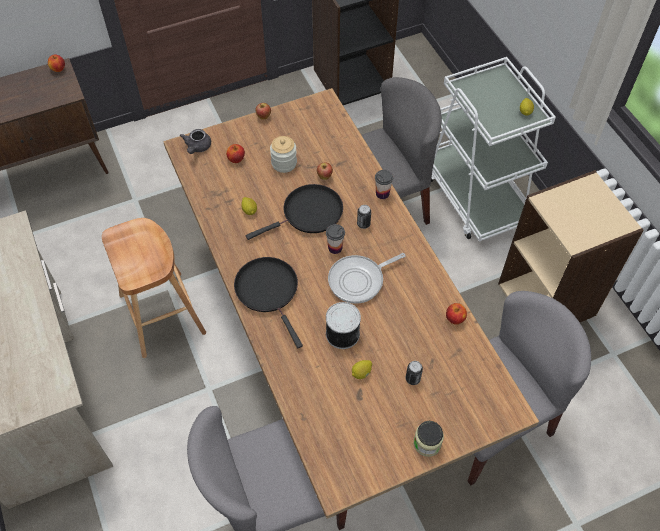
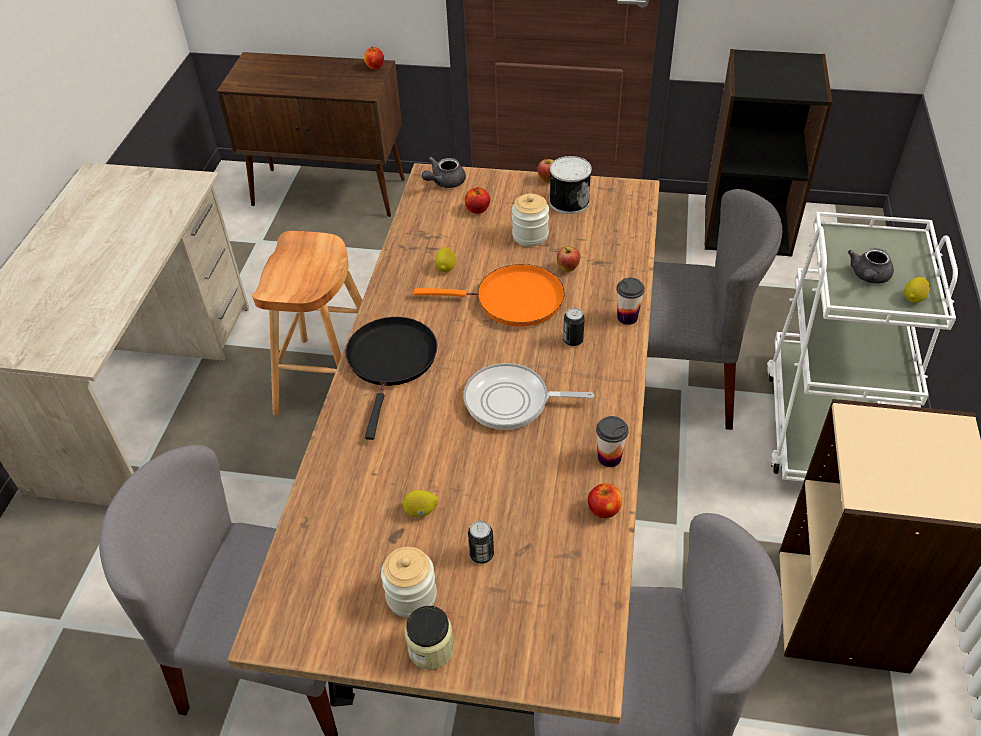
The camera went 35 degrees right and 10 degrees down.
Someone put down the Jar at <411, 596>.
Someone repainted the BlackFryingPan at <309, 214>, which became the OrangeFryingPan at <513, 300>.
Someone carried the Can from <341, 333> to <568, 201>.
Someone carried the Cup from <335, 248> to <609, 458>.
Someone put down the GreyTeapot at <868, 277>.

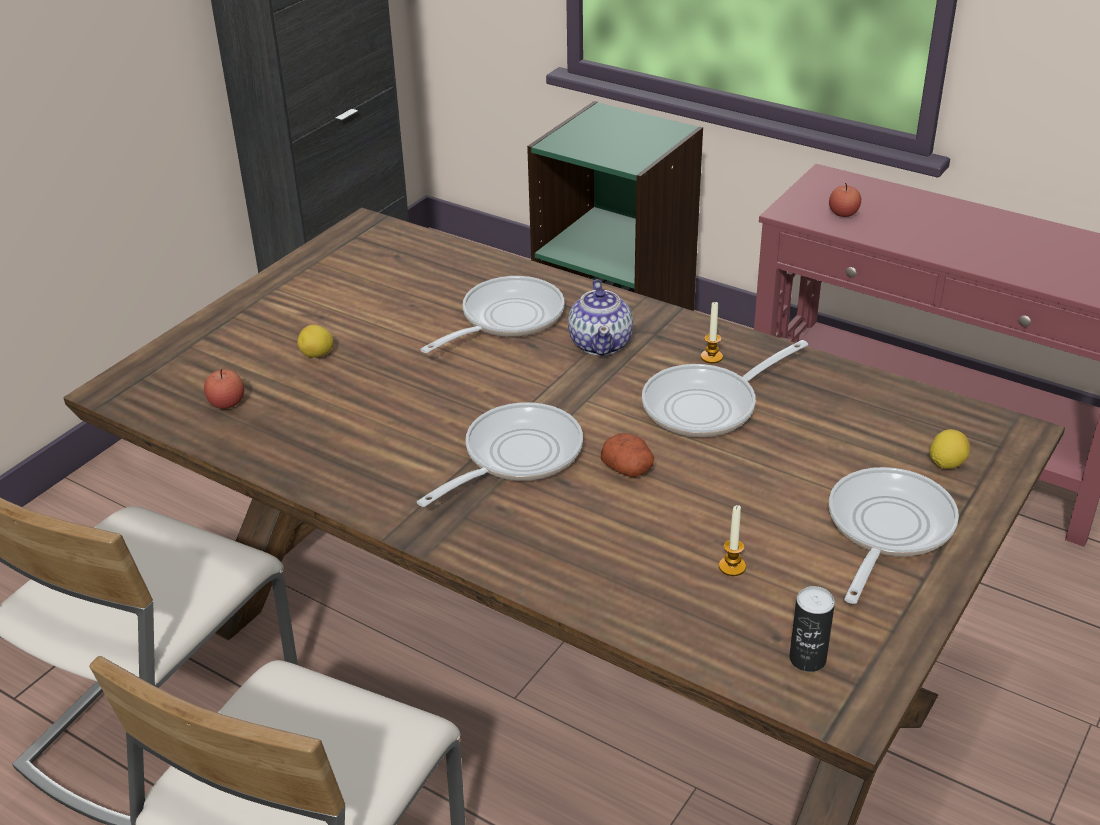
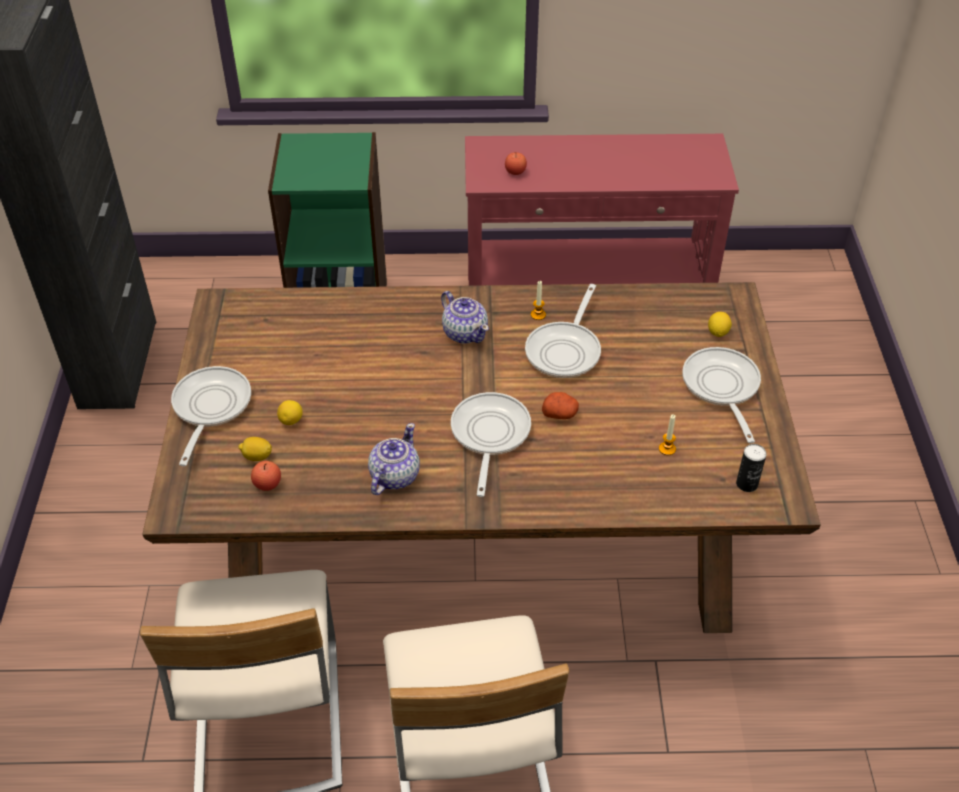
The camera went 35 degrees left and 10 degrees up.
Someone carried the FryingPan from <506, 319> to <210, 408>.
Someone put down the Lemon at <257, 456>.
Someone put down the Teapot at <394, 476>.

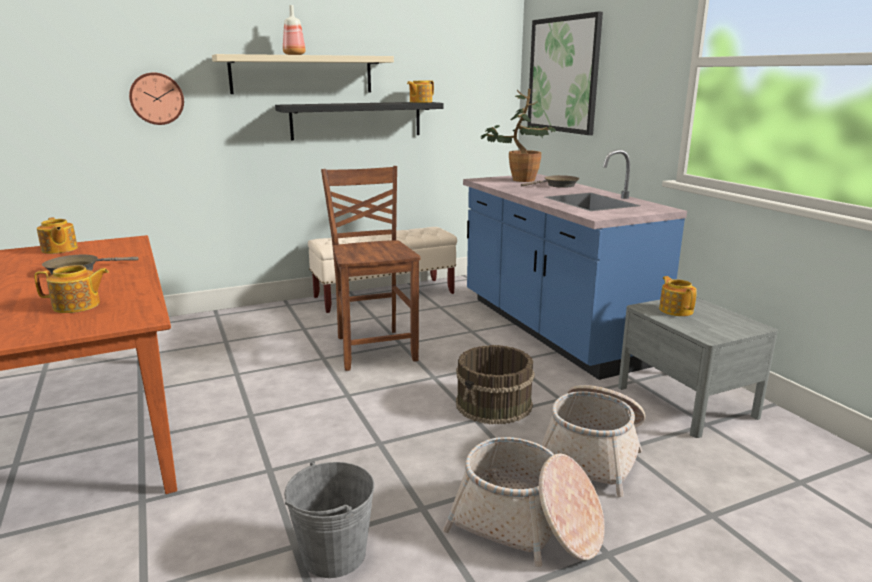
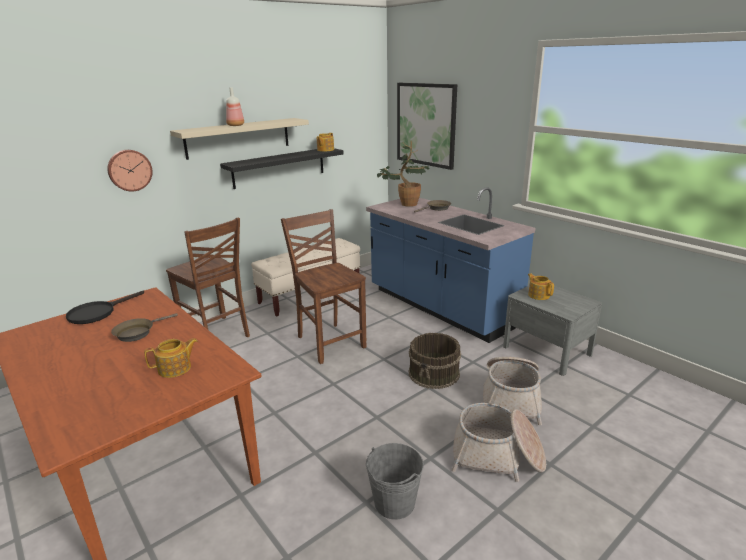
The camera went 15 degrees left and 5 degrees up.
Someone swapped the Teapot at <59, 249> for the BlackFryingPan at <97, 313>.
Someone put down the BrownChair at <216, 335>.

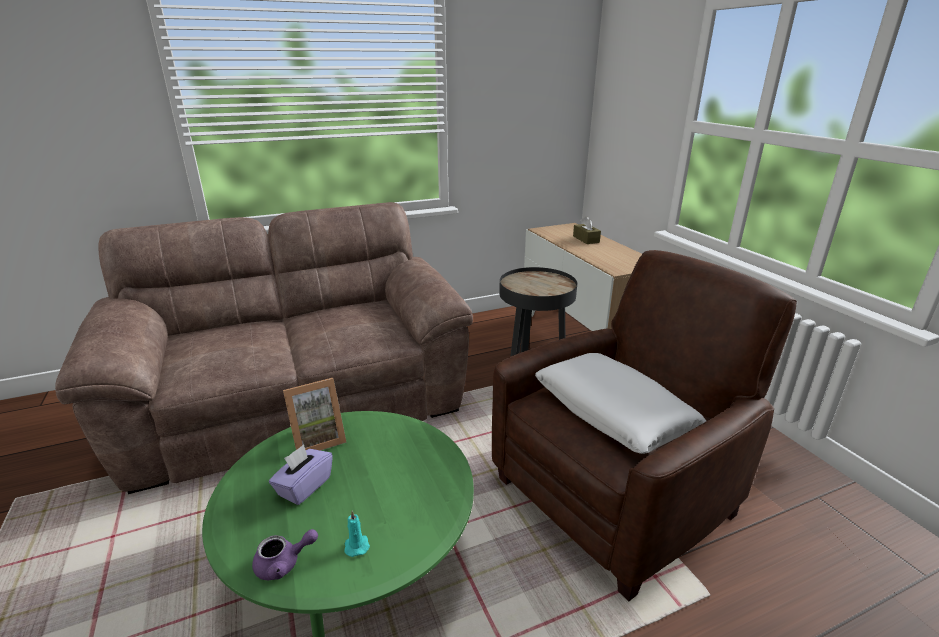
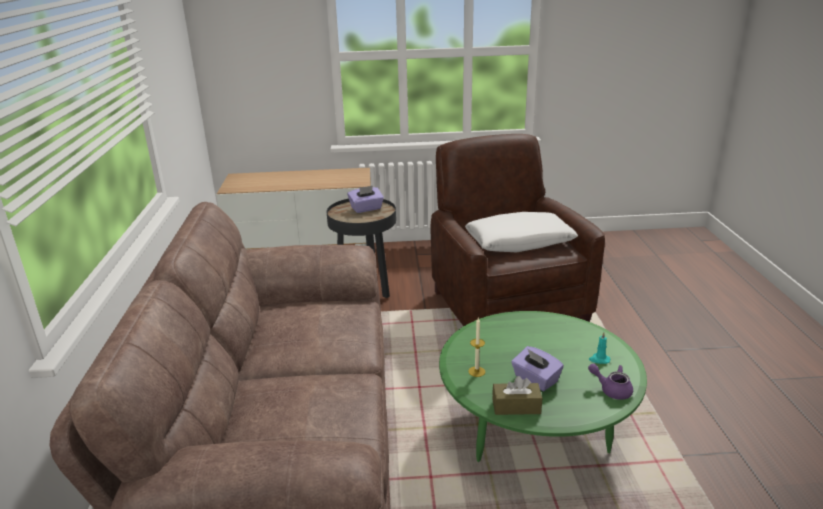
The camera went 70 degrees left and 0 degrees up.
Someone put down the PurpleTissueBox at <366, 209>.
Someone swapped the PictureFrame at <317, 439> for the Candle at <476, 371>.
Someone carried the BrownTissueBox from <586, 239> to <516, 406>.
Someone rotated the PurpleTeapot at <284, 564> by 60 degrees counterclockwise.

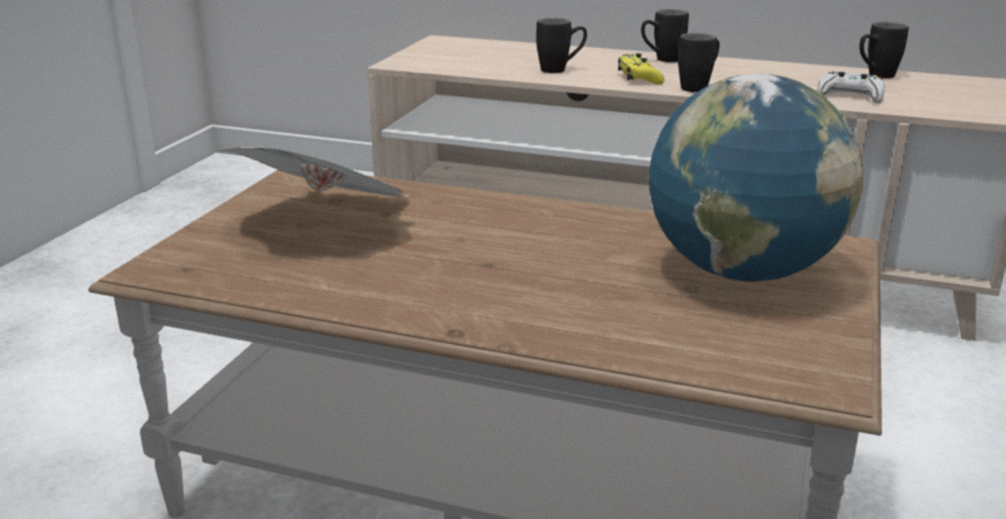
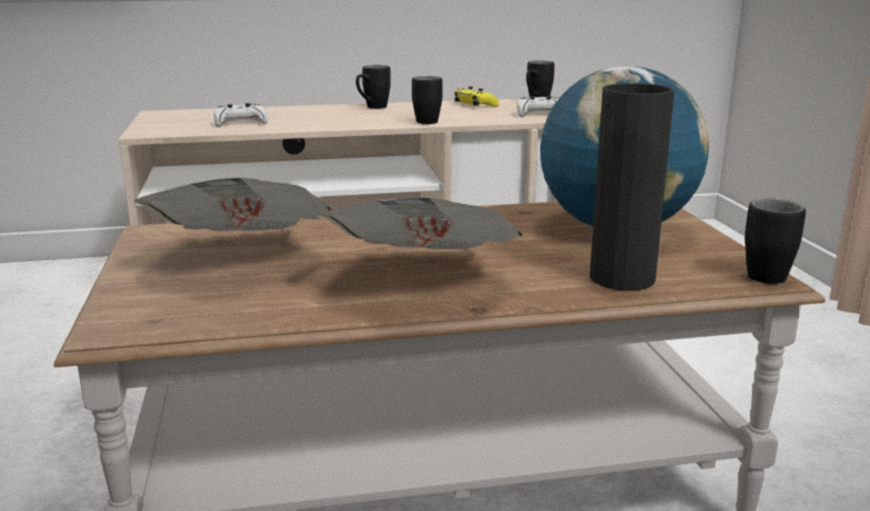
The camera went 30 degrees left and 5 degrees down.
Someone put down the WhiteGameController at <240, 123>.
Someone put down the Newspaper at <425, 280>.
Someone carried the YellowGameController from <639, 78> to <475, 105>.
Someone put down the BlackVase at <622, 278>.
Someone carried the BlackMug from <561, 70> to <773, 274>.

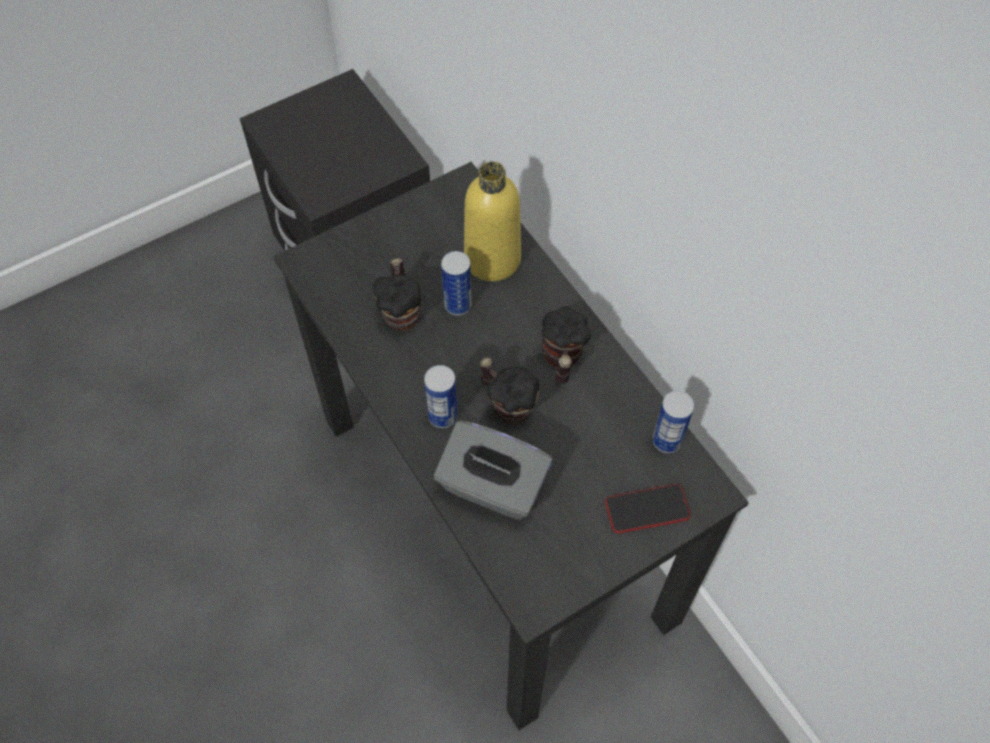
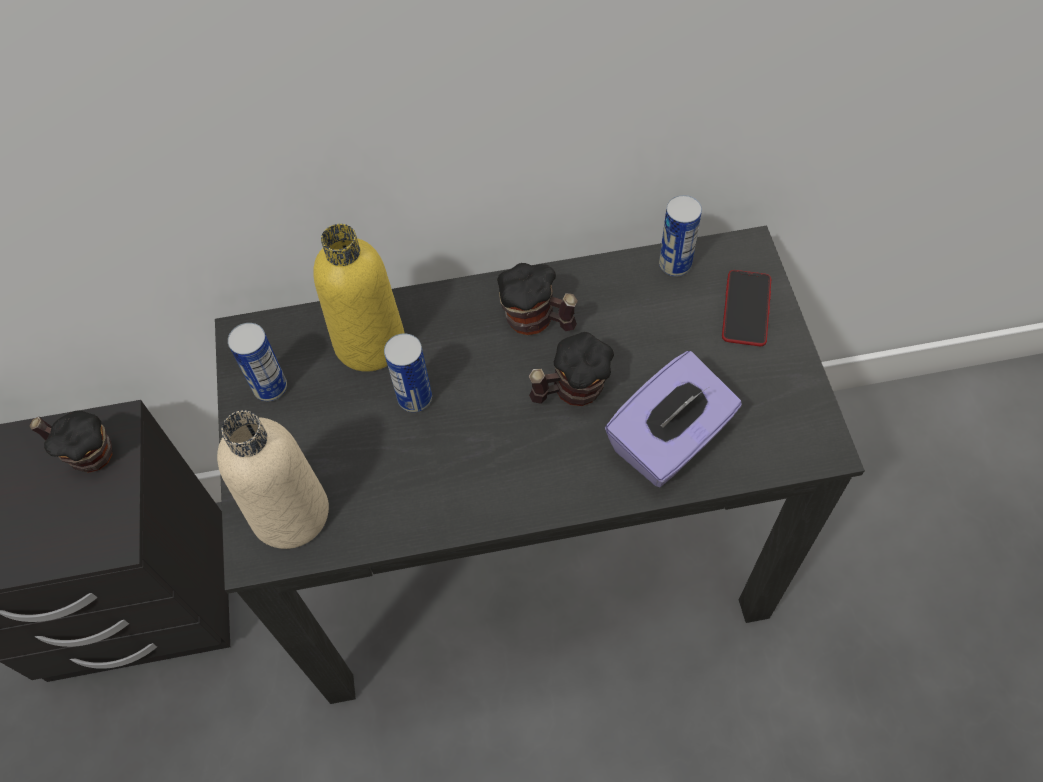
The camera went 65 degrees left and 0 degrees up.
Someone carried the Mug from <401, 310> to <86, 453>.
Someone put down the BeigeBottle at <290, 513>.
Someone carried the Can from <443, 416> to <270, 387>.
Someone repainted the GreyTissueBox at <492, 487>, which became the PurpleTissueBox at <669, 441>.

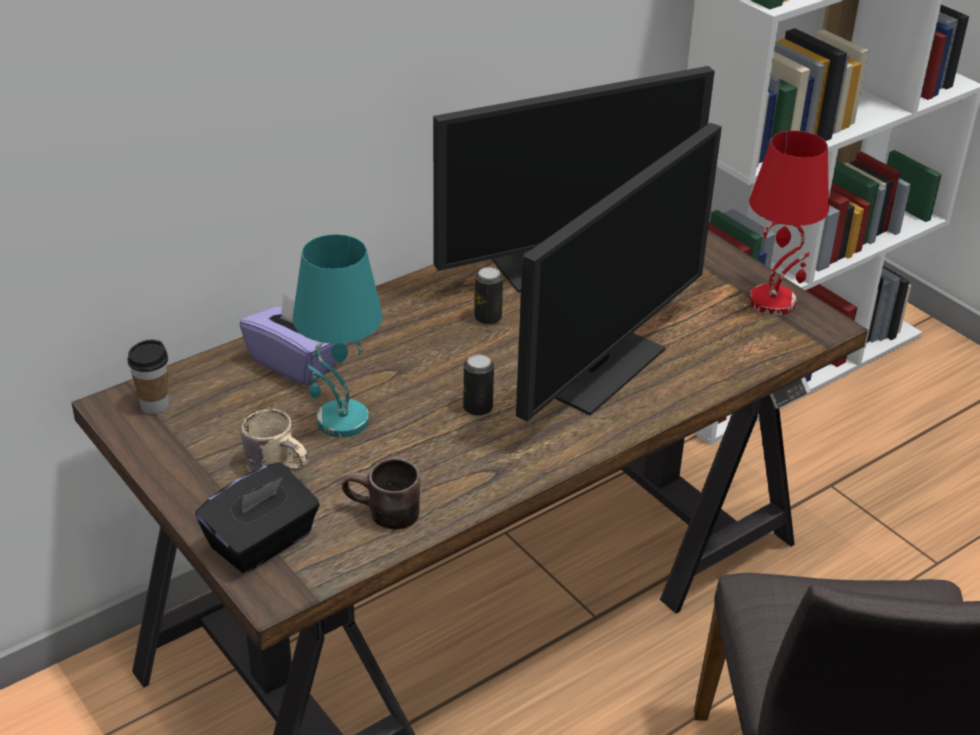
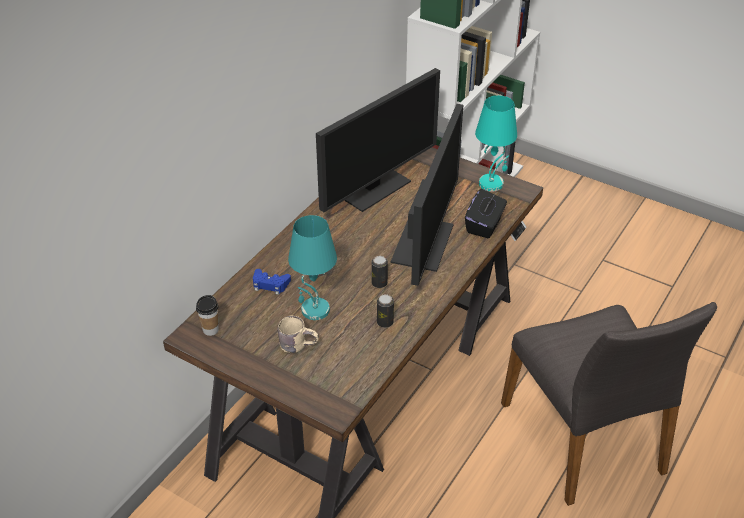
The camera went 20 degrees left and 5 degrees up.
Someone swapped the PurpleTissueBox at <295, 363> for the BlueGameController at <270, 284>.
Someone carried the Can from <488, 318> to <385, 322>.
Someone carried the BlackTissueBox from <262, 543> to <484, 225>.
Someone repainted the RedTableLamp at <773, 301>, which became the TurquoiseTableLamp at <491, 183>.
Someone took away the BrownMug at <383, 516>.

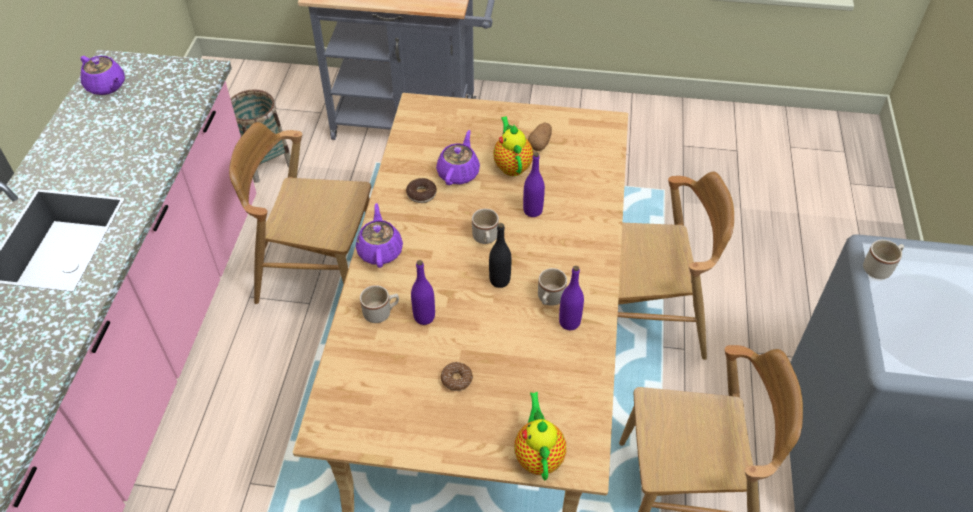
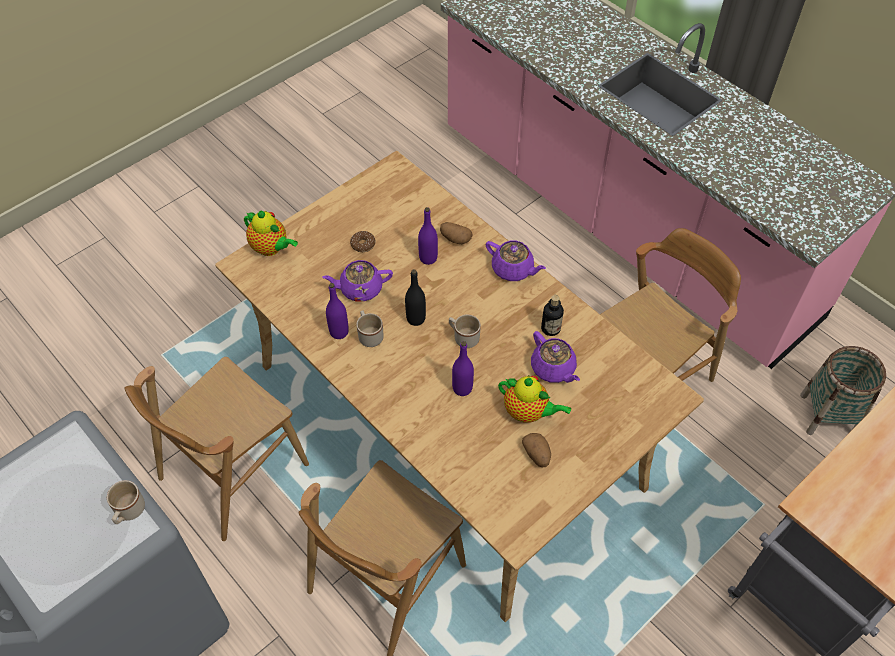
The camera went 130 degrees right and 5 degrees up.
Someone carried the PurpleTeapot from <106, 86> to <360, 289>.
Someone swapped the BeigeMug at <381, 313> for the Potato at <455, 239>.
Someone swapped the Donut at <421, 194> for the Bottle at <550, 328>.

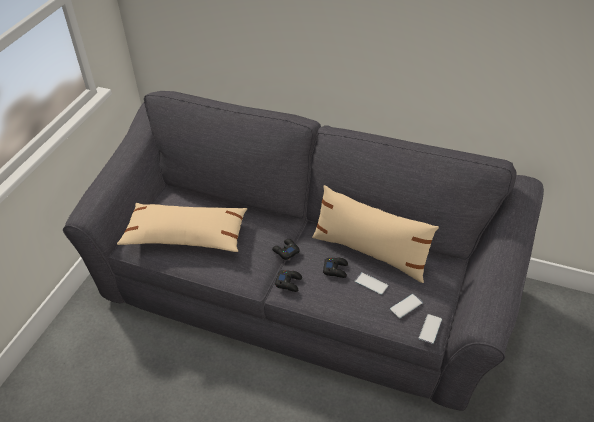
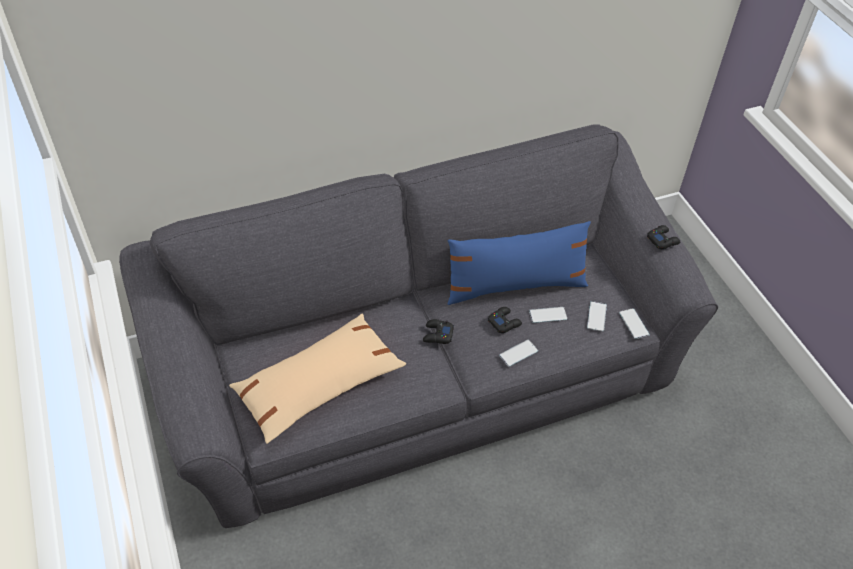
The camera went 45 degrees left and 5 degrees up.
Someone repainted the BeigePillow at <370, 252>, which became the BluePillow at <515, 286>.
Someone put down the Phone at <518, 353>.
Someone carried the BlackGameController from <289, 283> to <662, 240>.

